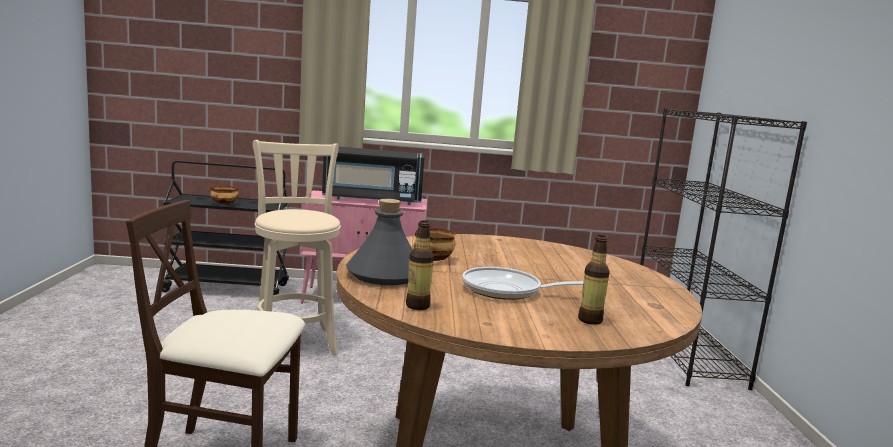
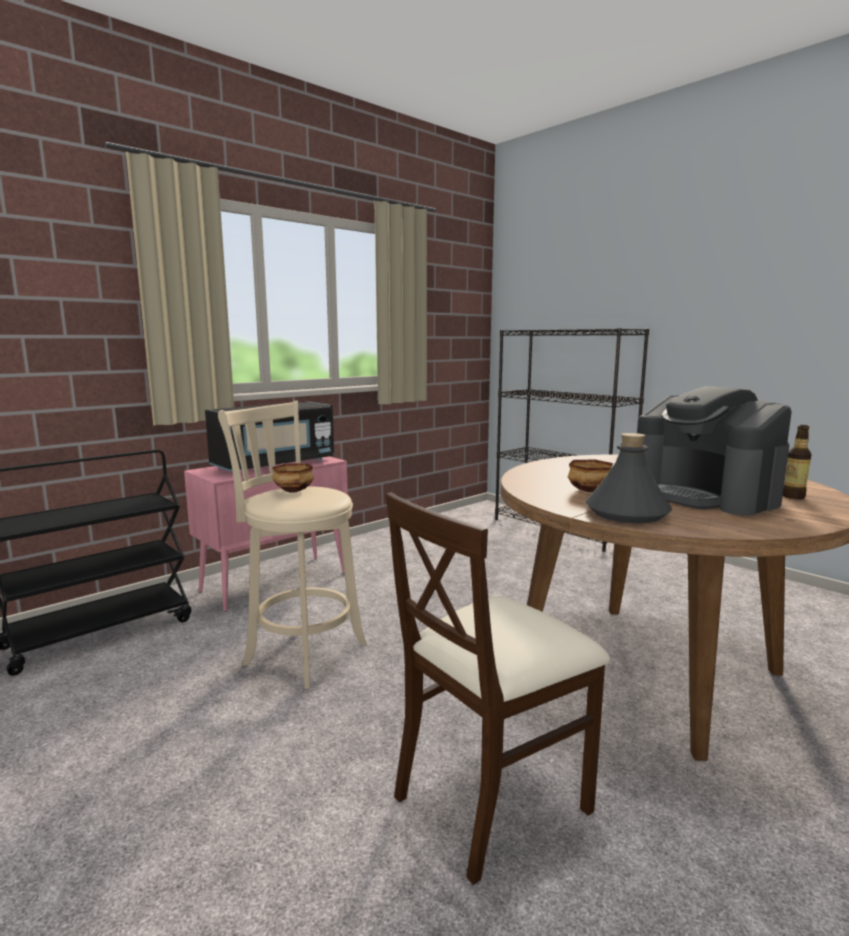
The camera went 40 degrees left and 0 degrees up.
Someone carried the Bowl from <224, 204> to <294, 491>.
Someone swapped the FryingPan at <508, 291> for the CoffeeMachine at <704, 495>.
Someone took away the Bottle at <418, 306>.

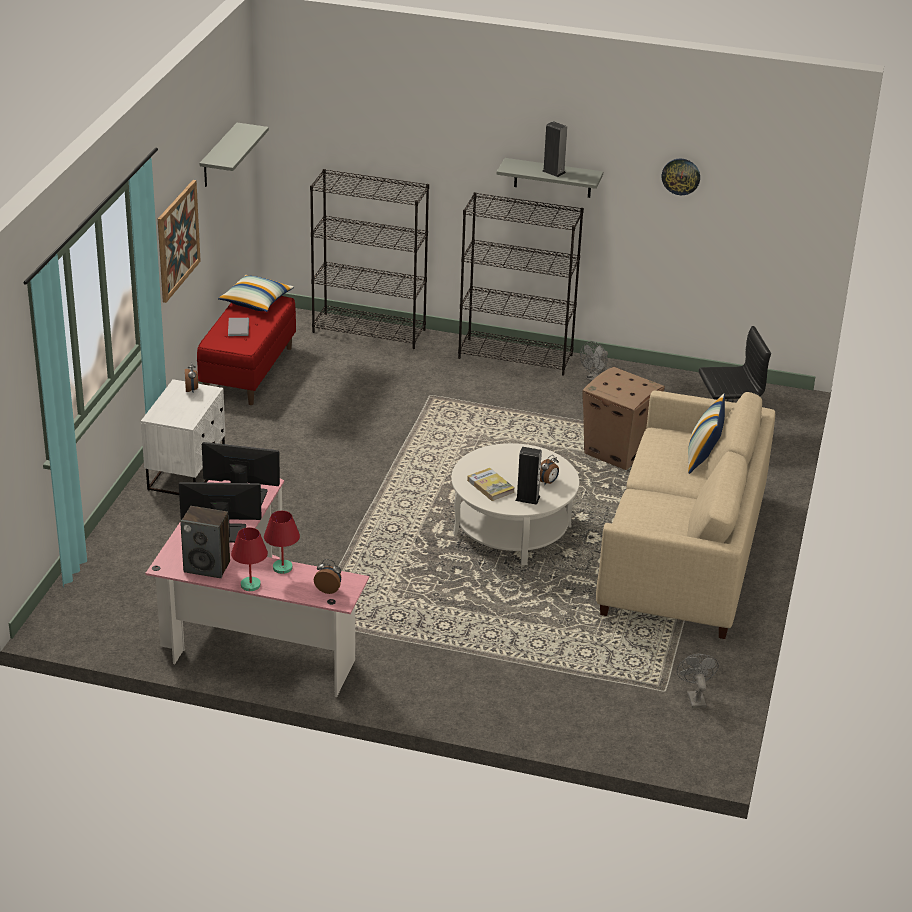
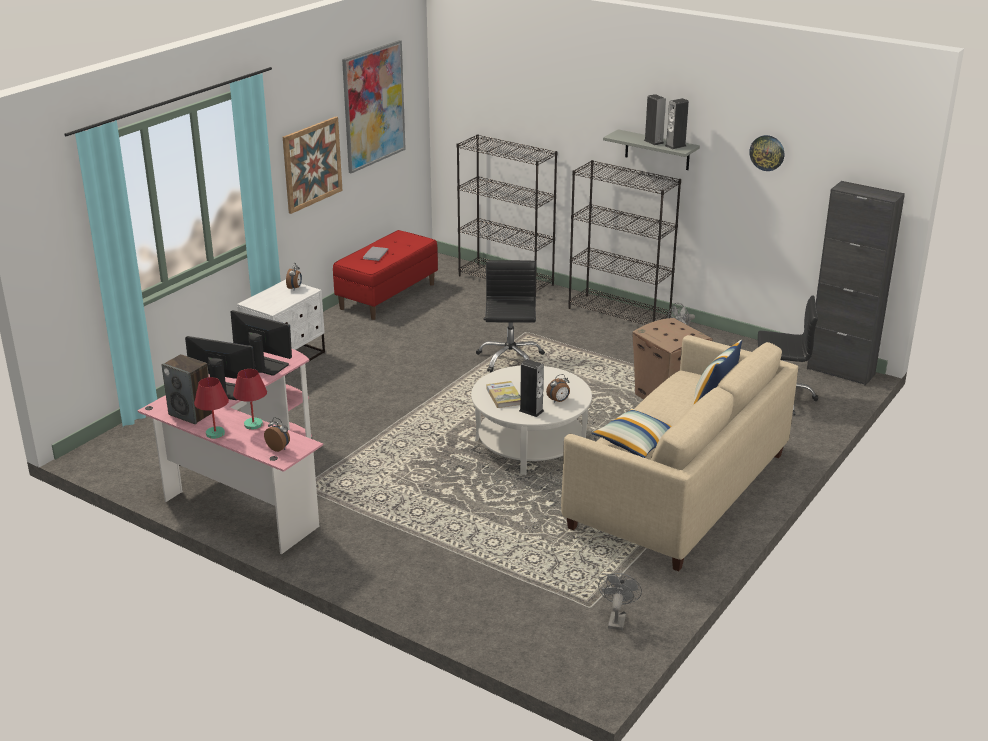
The camera went 20 degrees right and 5 degrees down.
Someone swapped the GreyShelf at <219, 156> for the Picture at <374, 106>.
Someone put down the BlackOfficeChair at <509, 358>.
Someone carried the Pillow from <256, 302> to <637, 443>.
Someone put down the Speaker at <675, 146>.
Someone put down the BlackCabinet at <840, 371>.

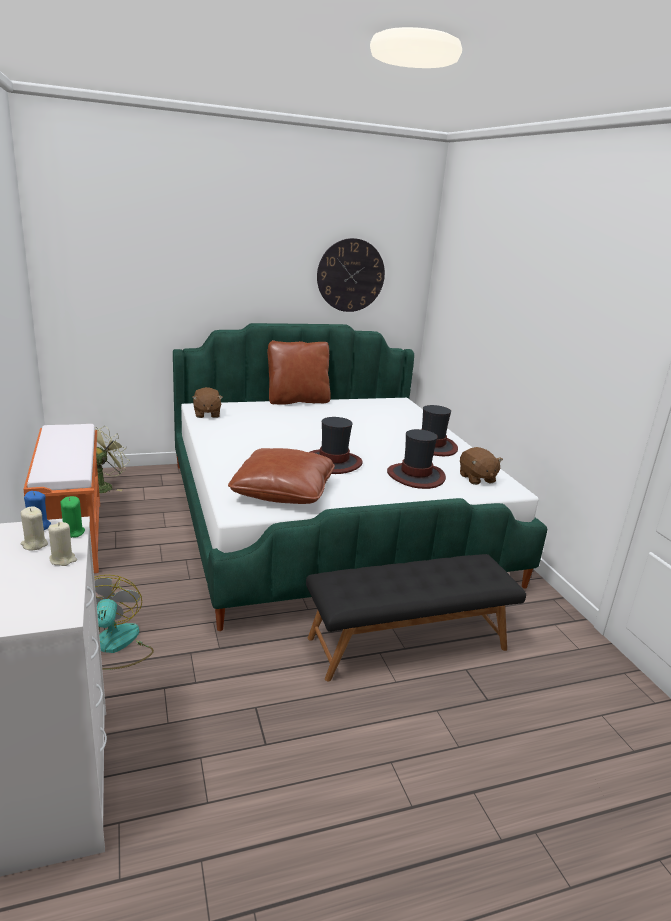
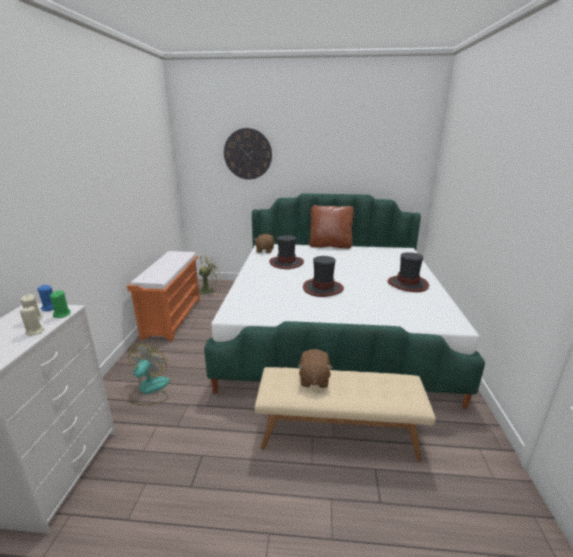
The camera went 25 degrees right and 0 degrees up.
Someone carried the WallClock from <350, 275> to <248, 154>.
Someone repainted the BlackBench at <407, 642>, which became the BeigeBench at <338, 433>.
Someone carried the Hat from <416, 476> to <286, 263>.
Someone carried the BrownPlushToy from <476, 478> to <313, 379>.
Someone took away the BrownPillow at <283, 492>.

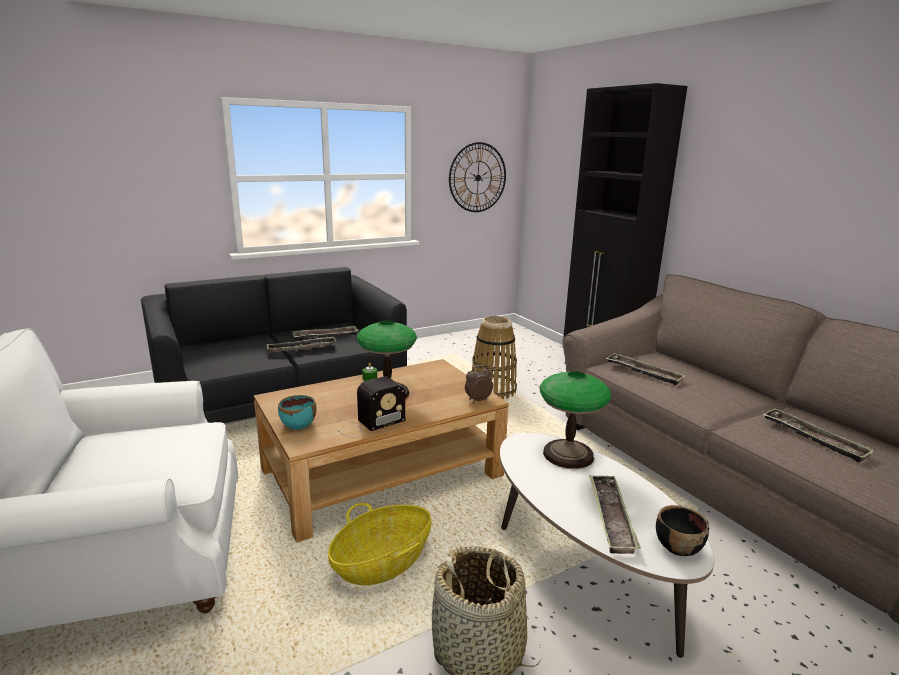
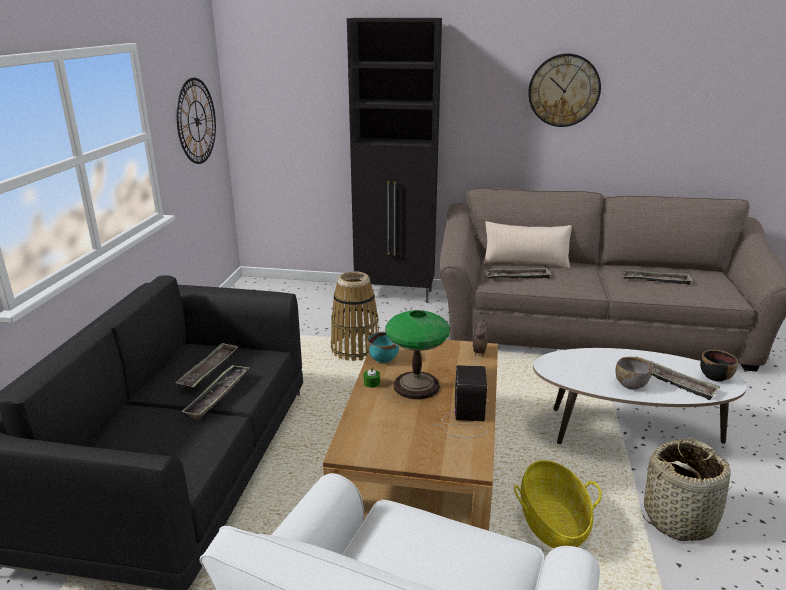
The camera went 50 degrees left and 5 degrees up.
Someone carried the TurquoiseBowl from <298, 425> to <383, 358>.
Someone put down the BeigePillow at <525, 262>.
Someone put up the WallClock at <564, 90>.
Someone put down the GreyBowl at <630, 384>.
Someone took away the TableLamp at <568, 454>.

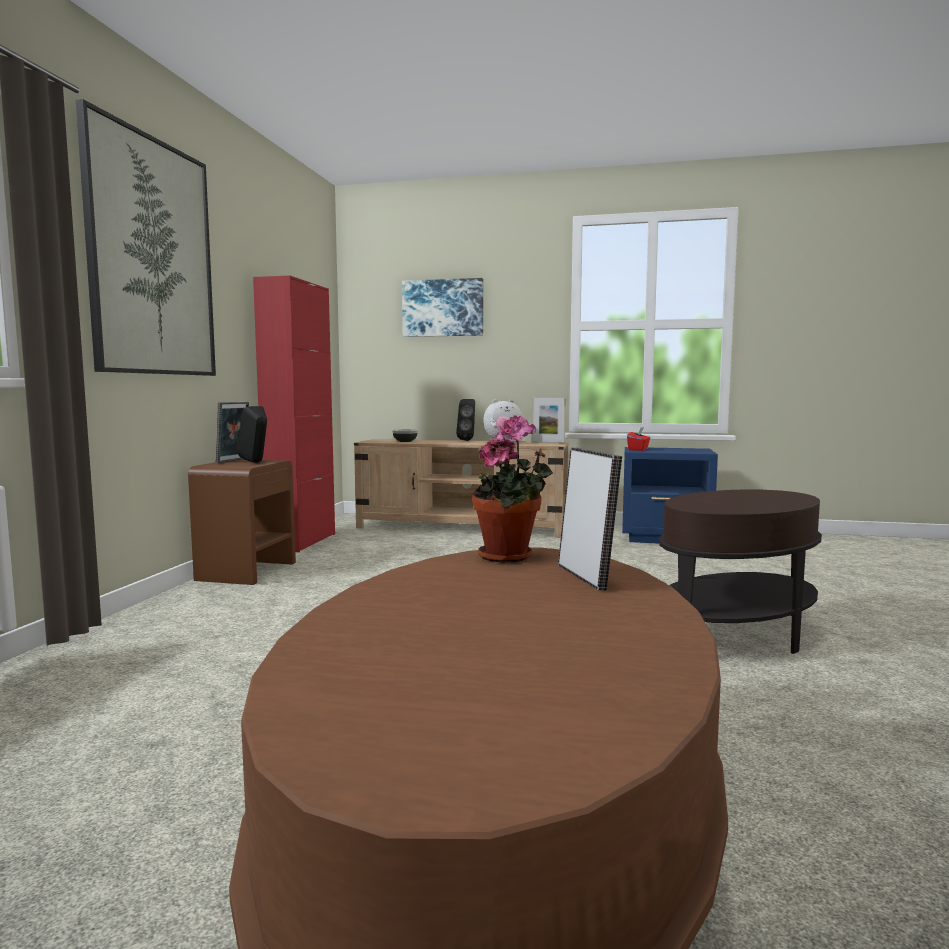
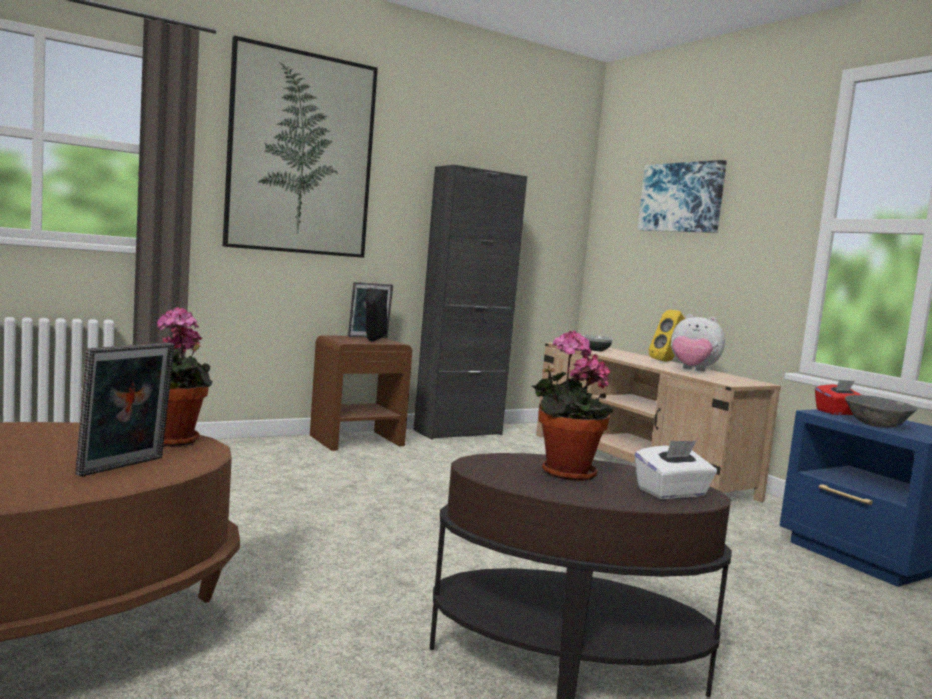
The camera went 45 degrees right and 0 degrees up.
Someone repainted the RedCabinet at <301, 542>, which became the BlackCabinet at <458, 432>.
Someone put down the PottedPlant at <563, 473>.
Someone put down the WhiteTissueBox at <672, 493>.
Someone repainted the BlackSpeaker at <467, 440>, which became the YellowSpeaker at <666, 361>.
Someone put down the GreyBowl at <875, 424>.
Someone took away the PictureFrame at <548, 443>.

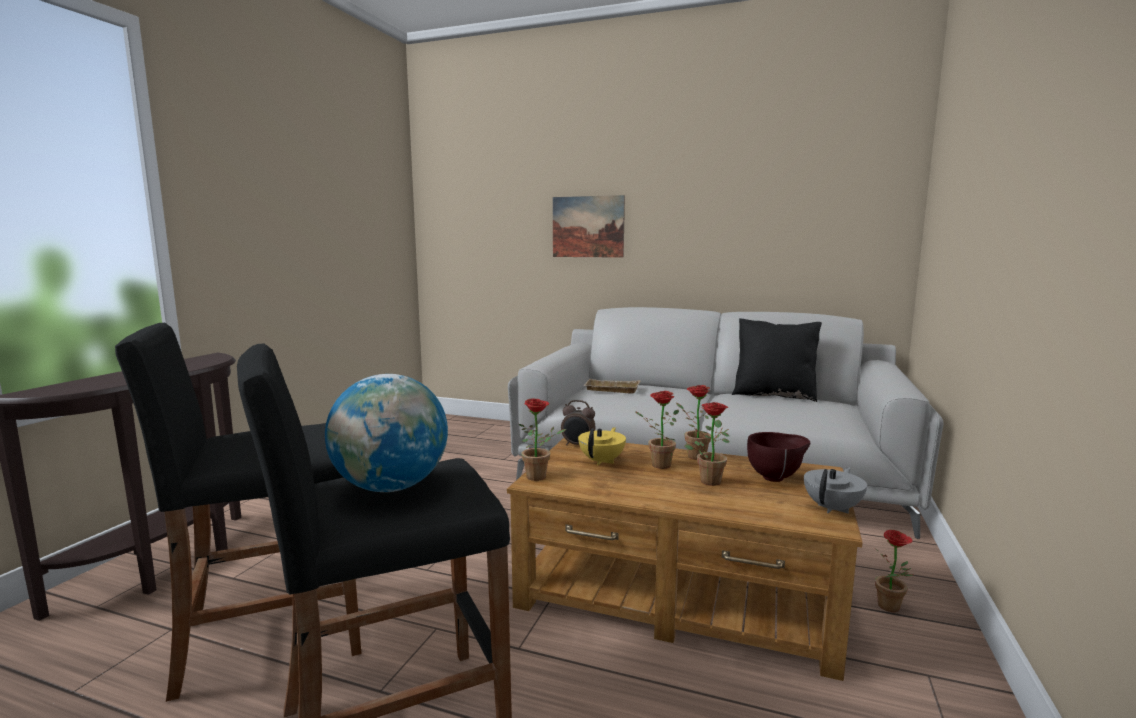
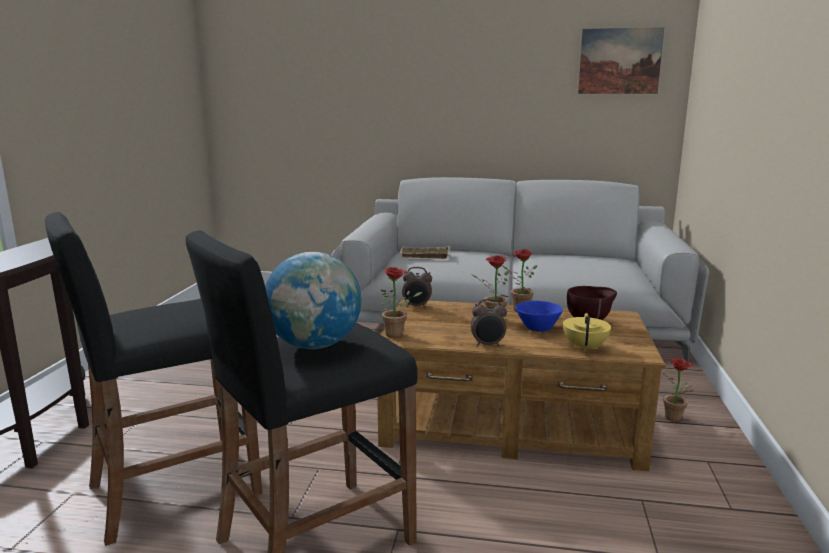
The camera went 10 degrees left and 5 degrees up.
Someone put down the AlarmClock at <488, 345>.
Someone swapped the PottedPlant at <709, 479> for the BlueBowl at <538, 327>.
Someone carried the YellowTeapot from <602, 461> to <585, 347>.
Someone carried the Picture from <588, 227> to <619, 61>.
Someone took away the BlackPillow at <774, 395>.
Someone took away the GreyTeapot at <833, 508>.

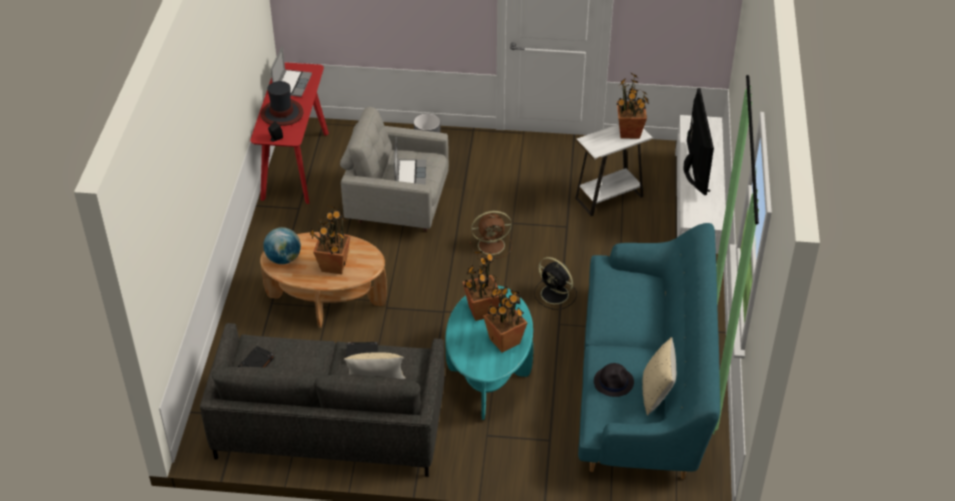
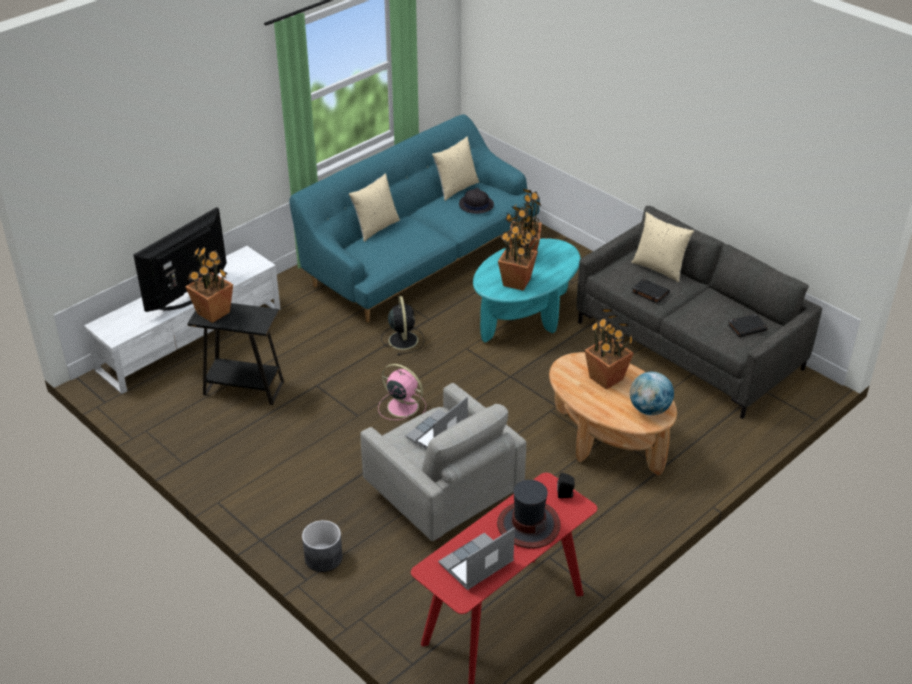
The camera went 140 degrees left and 5 degrees down.
Someone repainted the WhiteSideTable at <609, 197>, which became the BlackSideTable at <243, 388>.
Someone put down the BeigePillow at <376, 227>.
Someone repainted the BrownFan at <492, 245>, which became the PinkFan at <401, 406>.

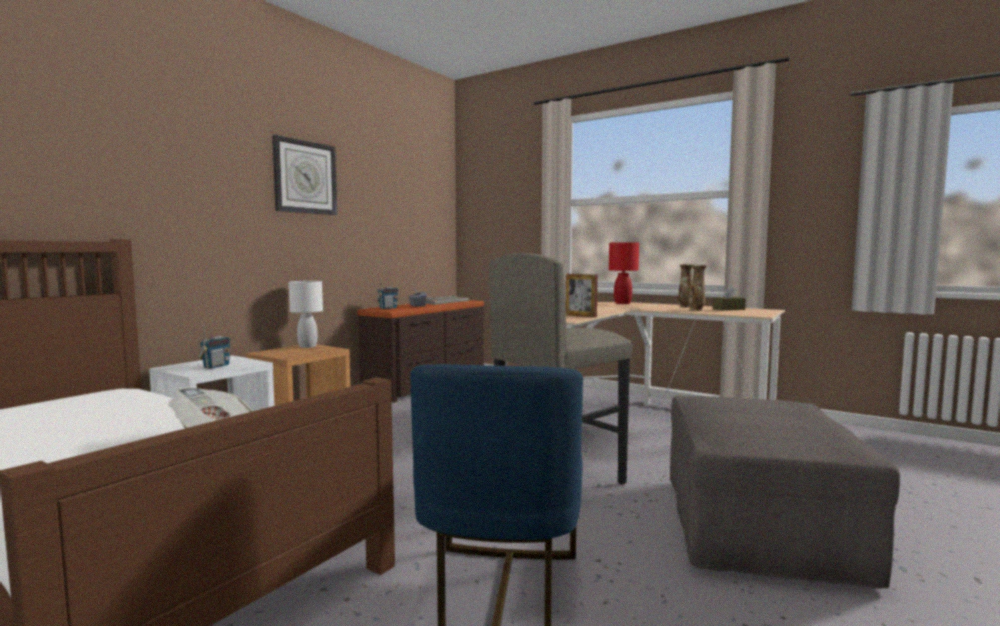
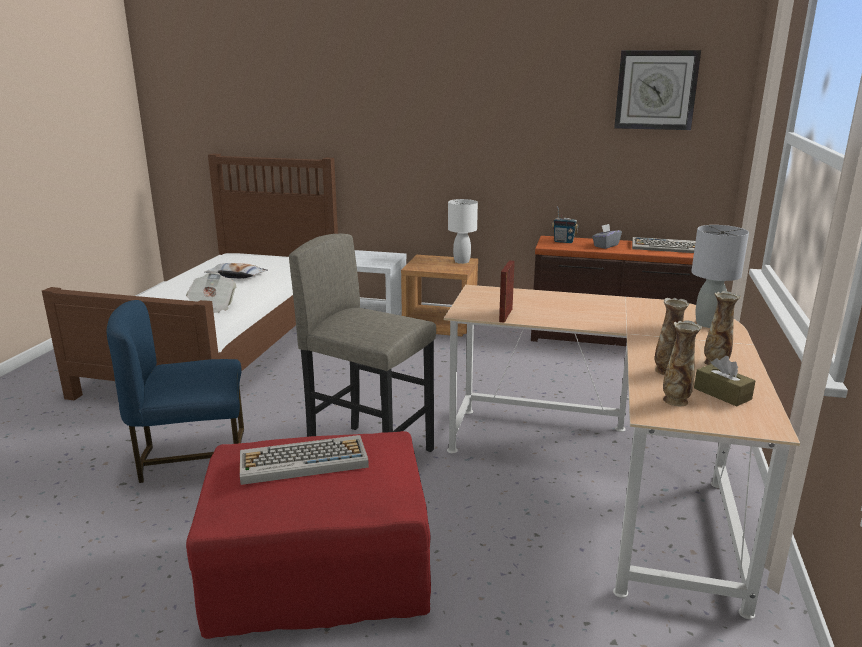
The camera went 70 degrees right and 15 degrees up.
Someone repainted the GreyOttoman at <759, 528>, which became the RedOttoman at <317, 573>.
Someone put down the Pillow at <236, 276>.
Someone put down the Keyboard at <302, 461>.
Someone carried the WallClock from <305, 177> to <656, 90>.
Someone put down the Vase at <676, 400>.
Someone repainted the RedTableLamp at <622, 303>, which became the GreyTableLamp at <708, 324>.
Someone took away the Radio at <216, 366>.

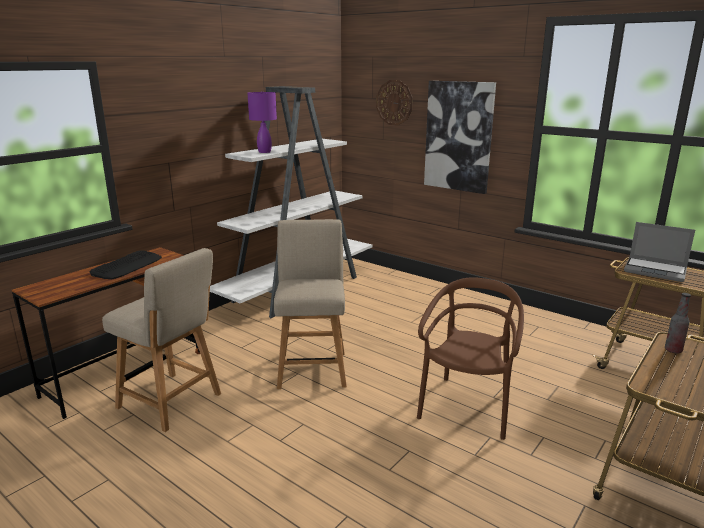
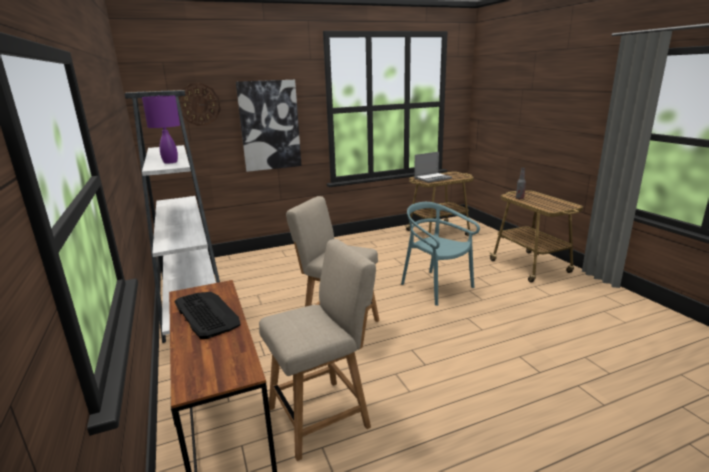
The camera went 60 degrees left and 0 degrees up.
Someone repainted the BrownChair at <467, 407>, which became the TurquoiseChair at <436, 287>.

